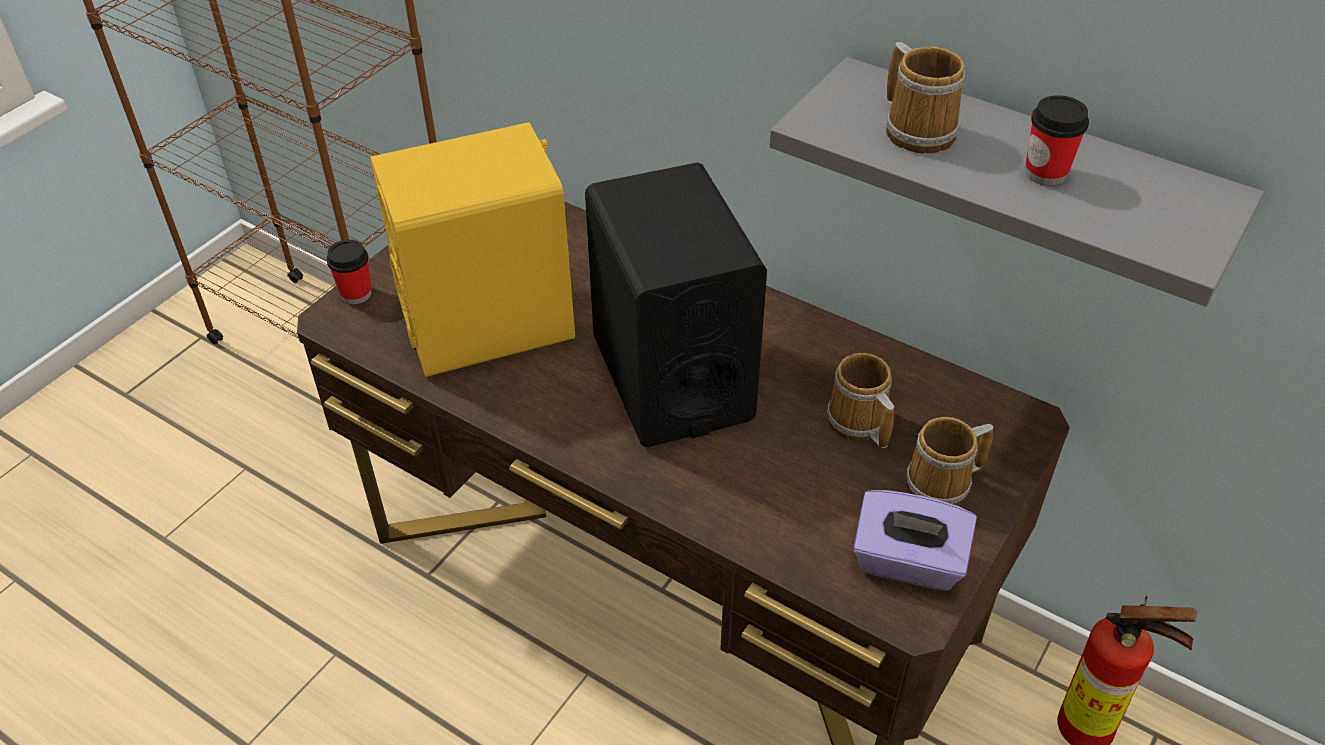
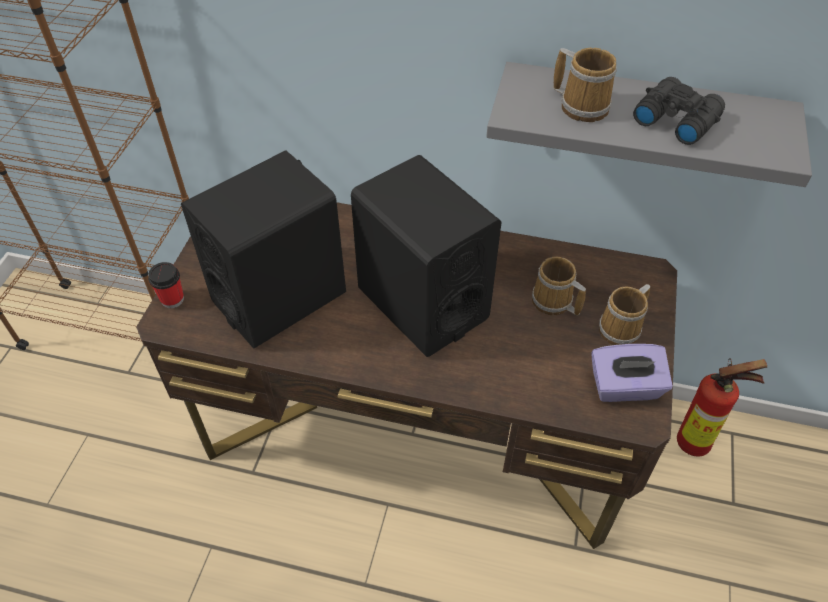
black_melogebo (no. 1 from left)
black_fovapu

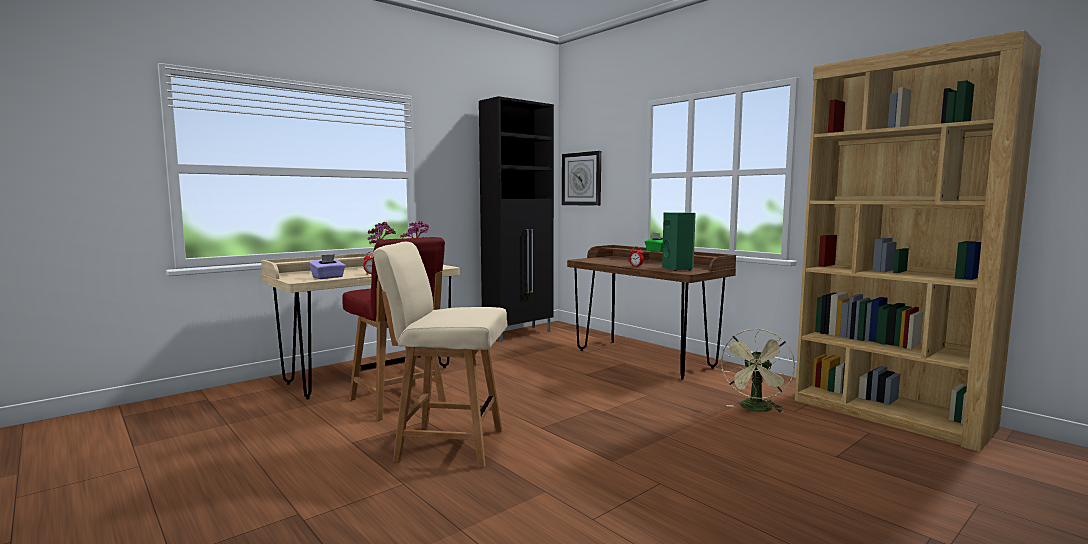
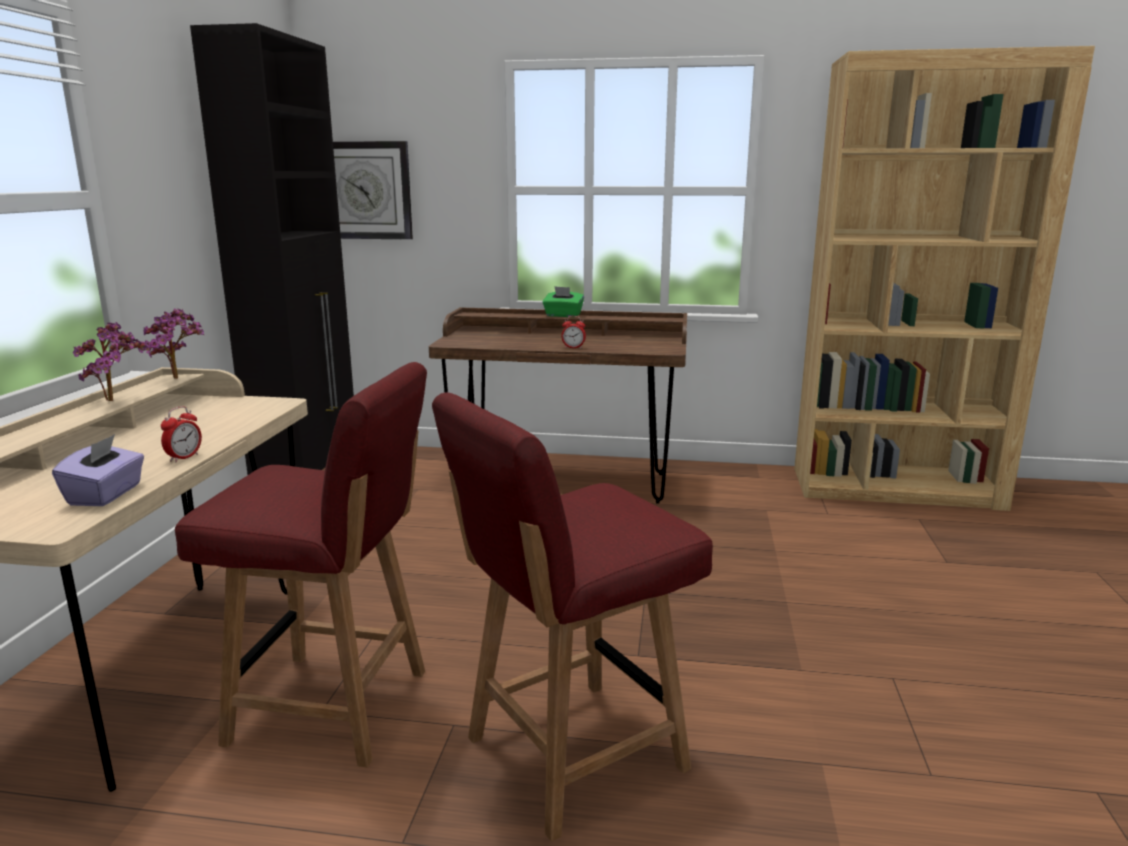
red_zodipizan (no. 2 from left)
green_melogebo
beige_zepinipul

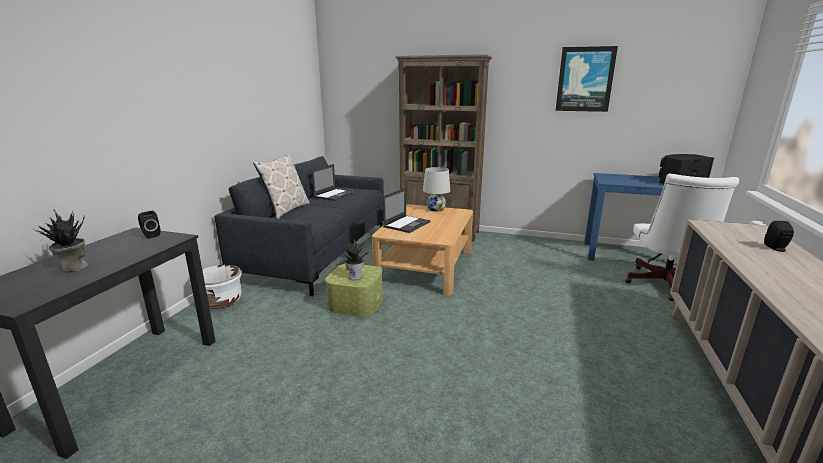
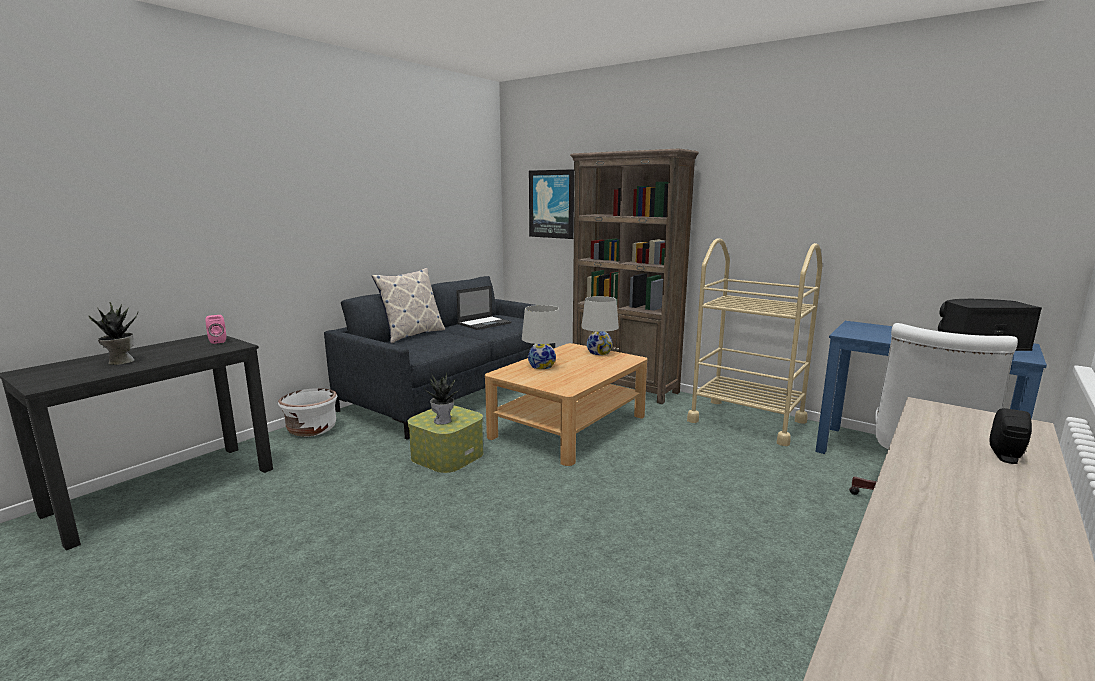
pink_melogebo
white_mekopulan (no. 1 from left)
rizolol
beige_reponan

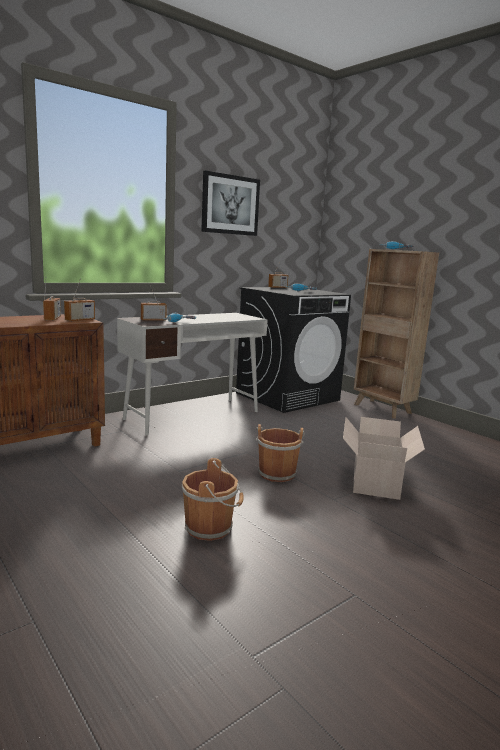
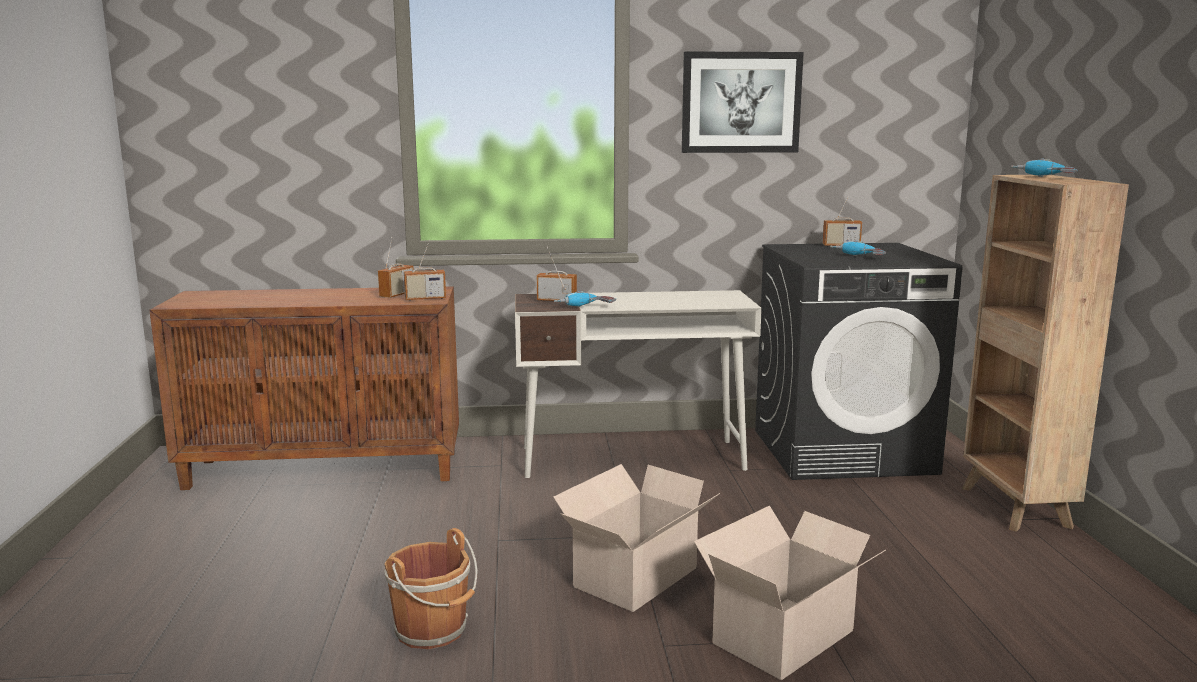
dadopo (no. 1 from left)

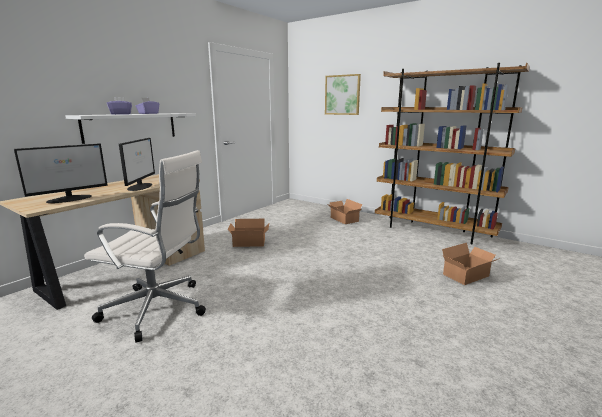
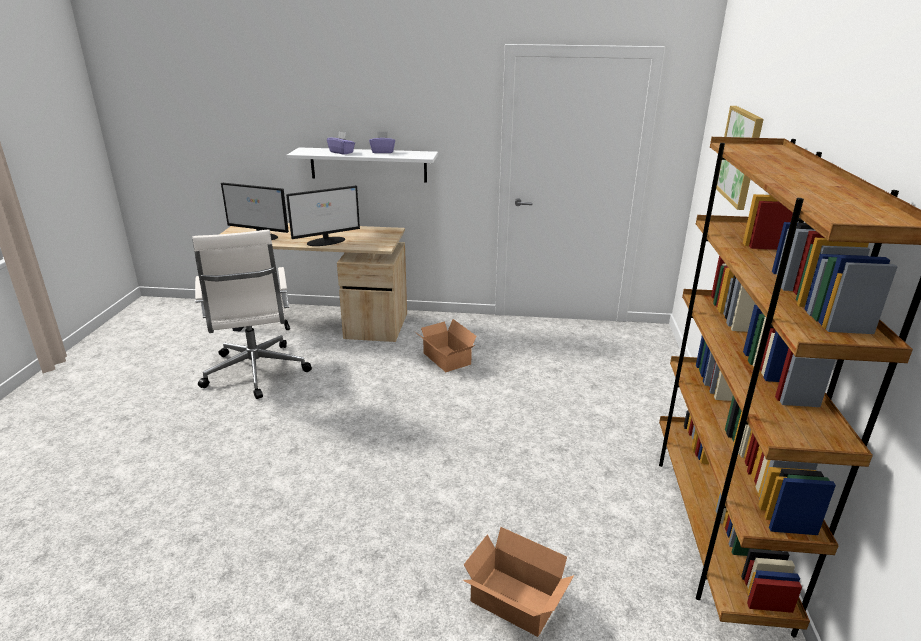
dadopo (no. 2 from left in the first image)

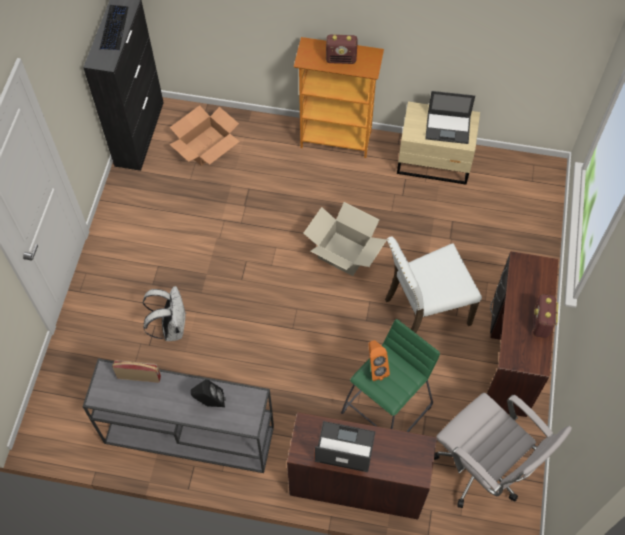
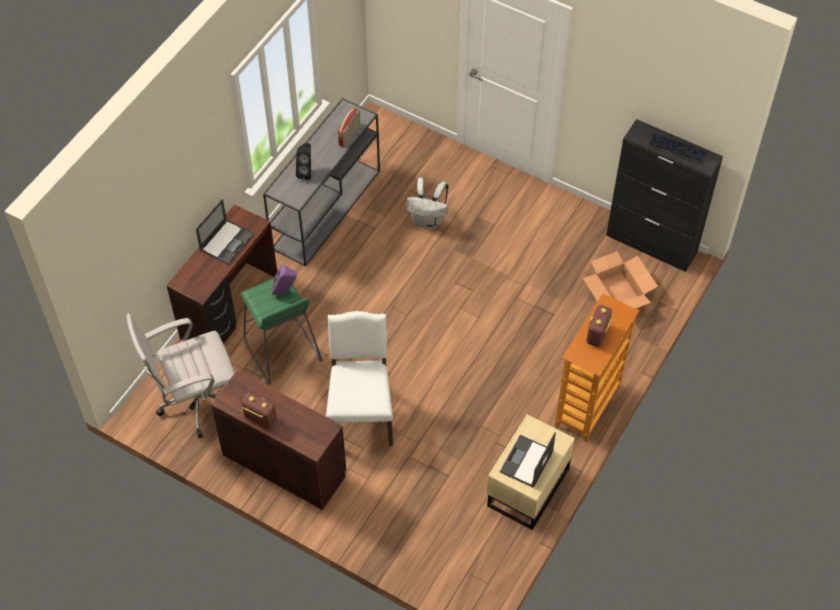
dadopo (no. 2 from left in the first image)
purple_melogebo

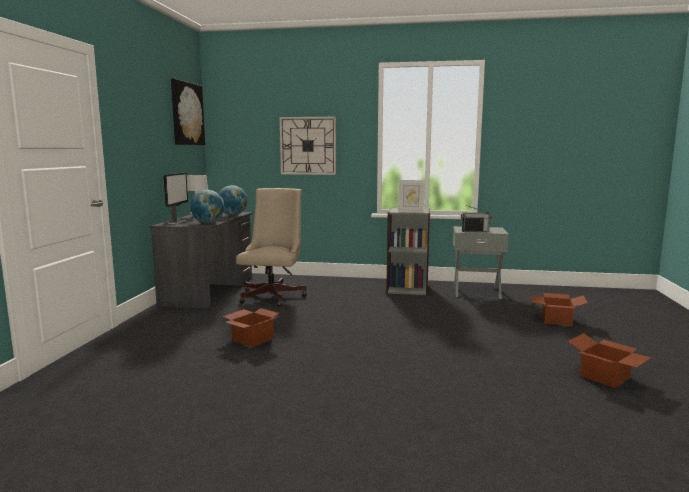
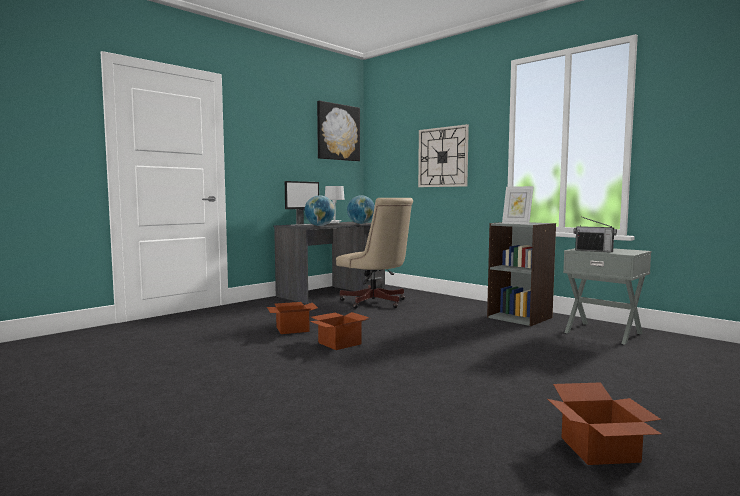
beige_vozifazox
dadopo (no. 2 from left)

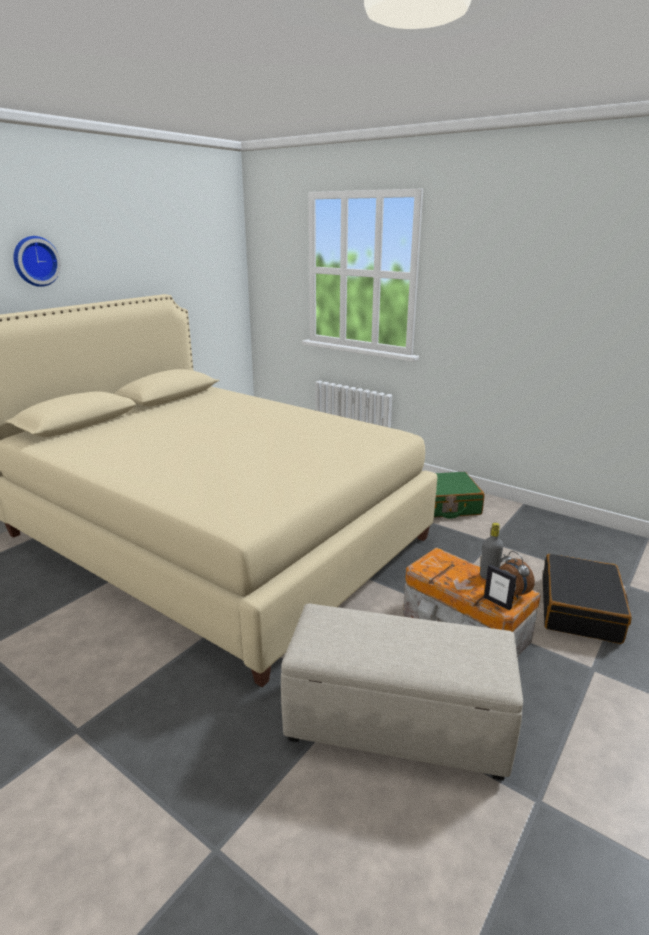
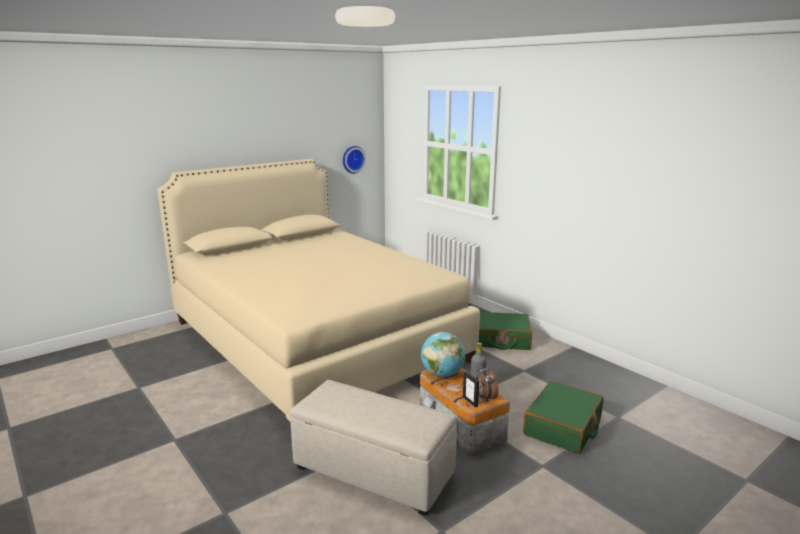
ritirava
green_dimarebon (no. 2 from left)
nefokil

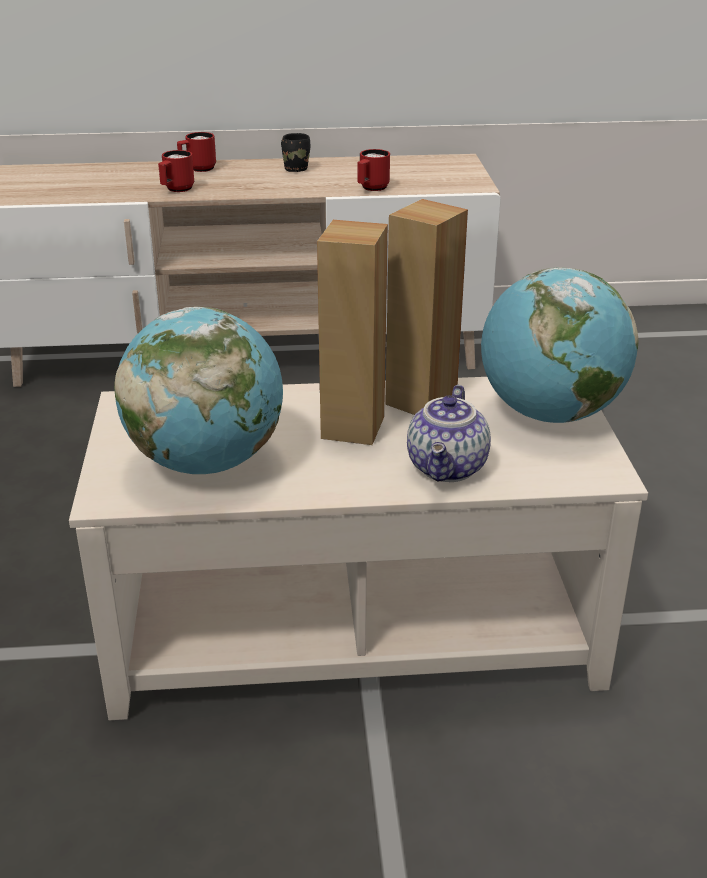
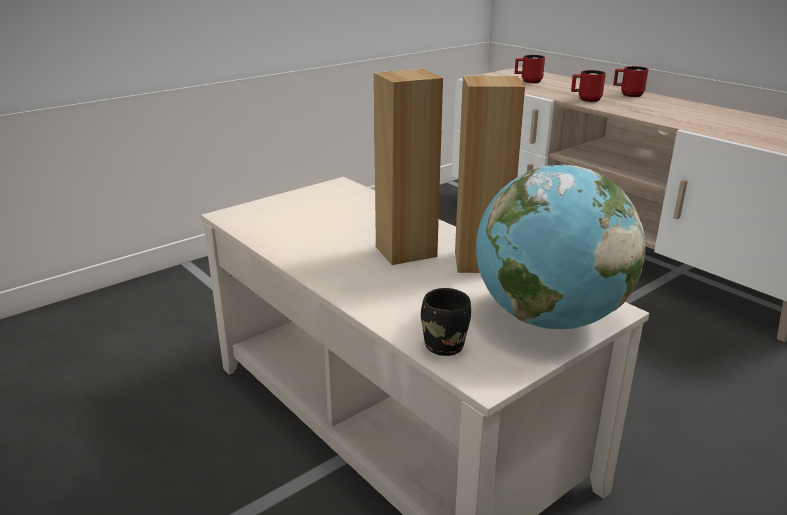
nefokil (no. 1 from left in the first image)
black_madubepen
red_madubepen (no. 1 from left)
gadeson

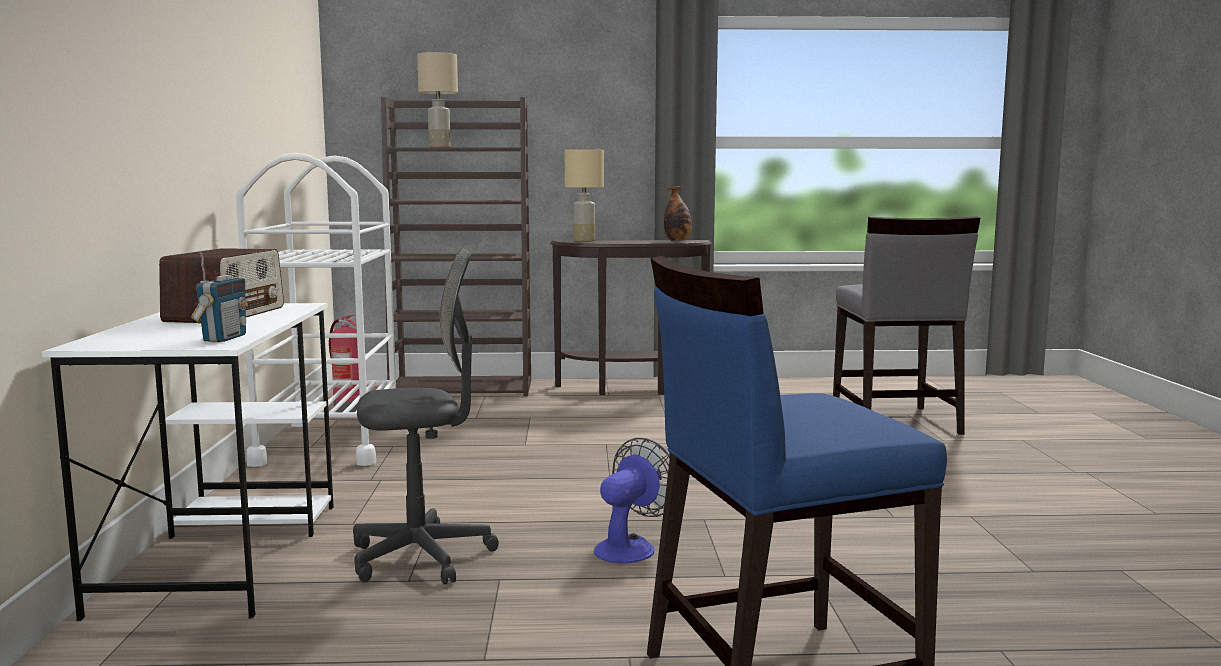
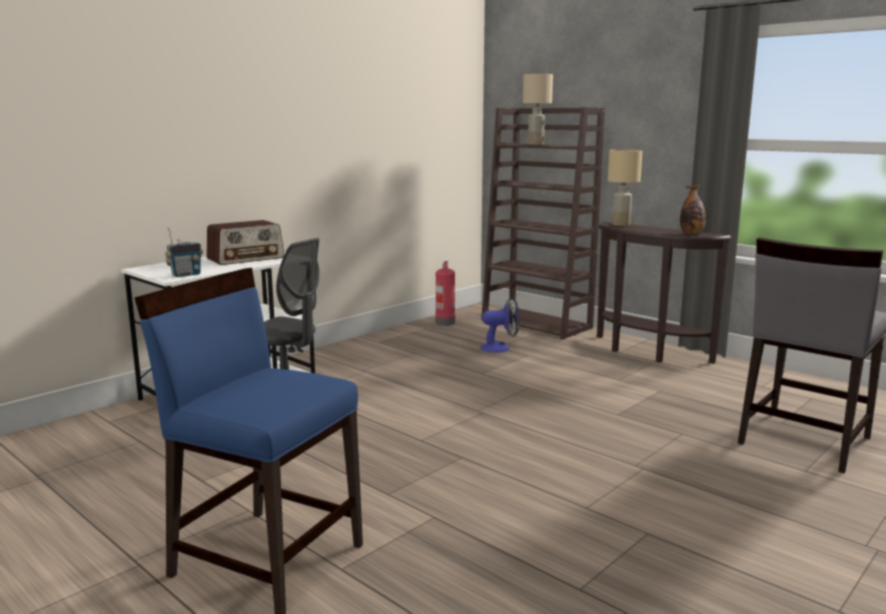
white_reponan
zepinipul

